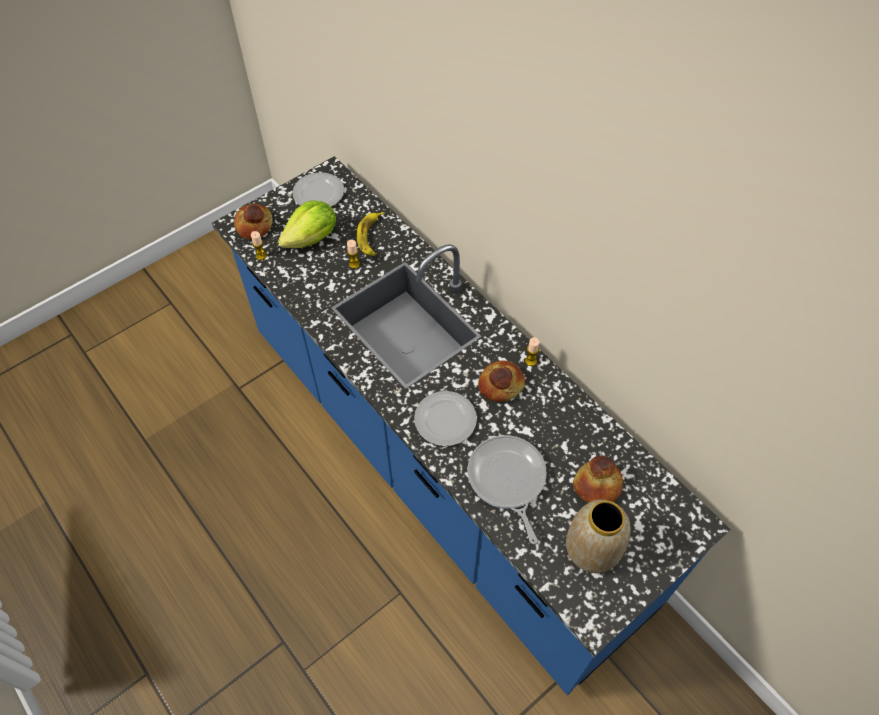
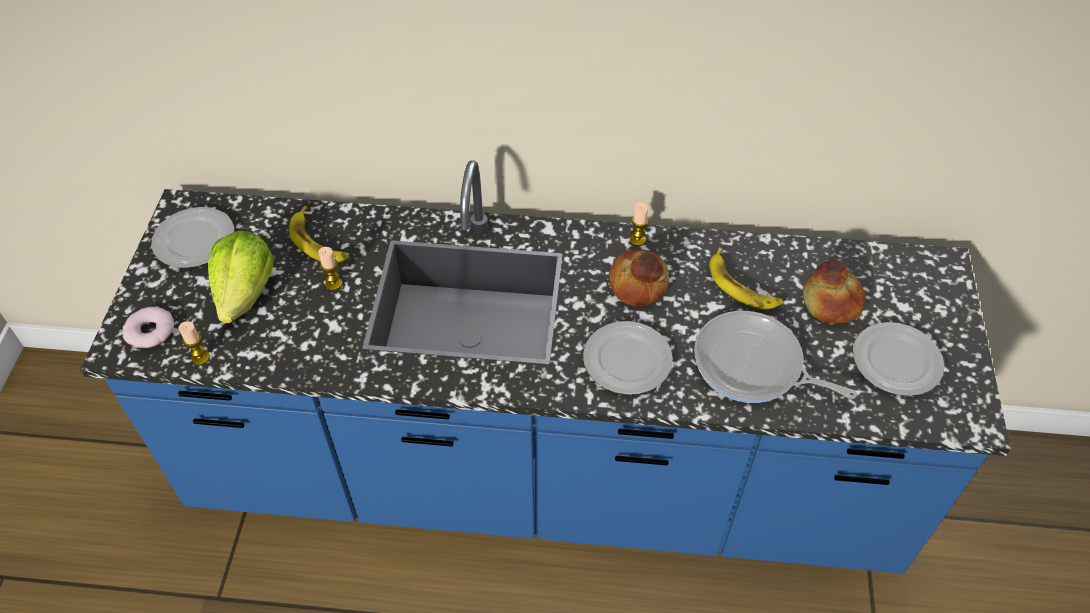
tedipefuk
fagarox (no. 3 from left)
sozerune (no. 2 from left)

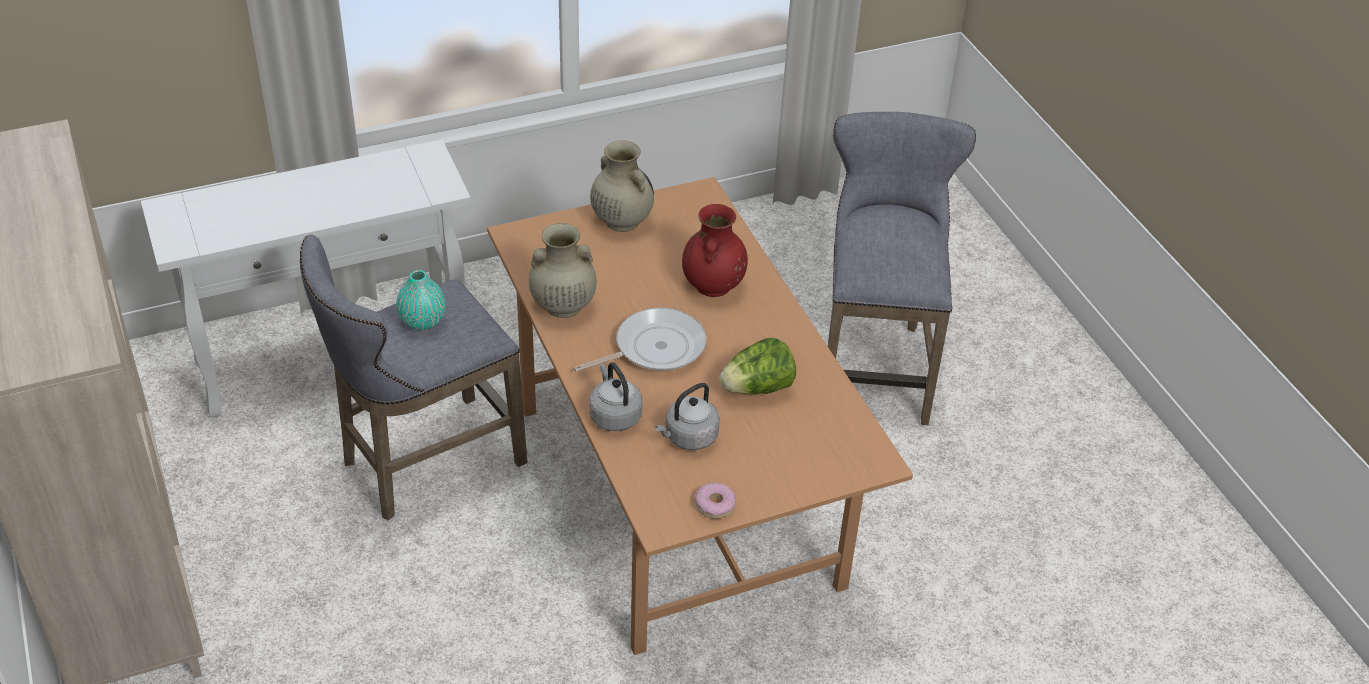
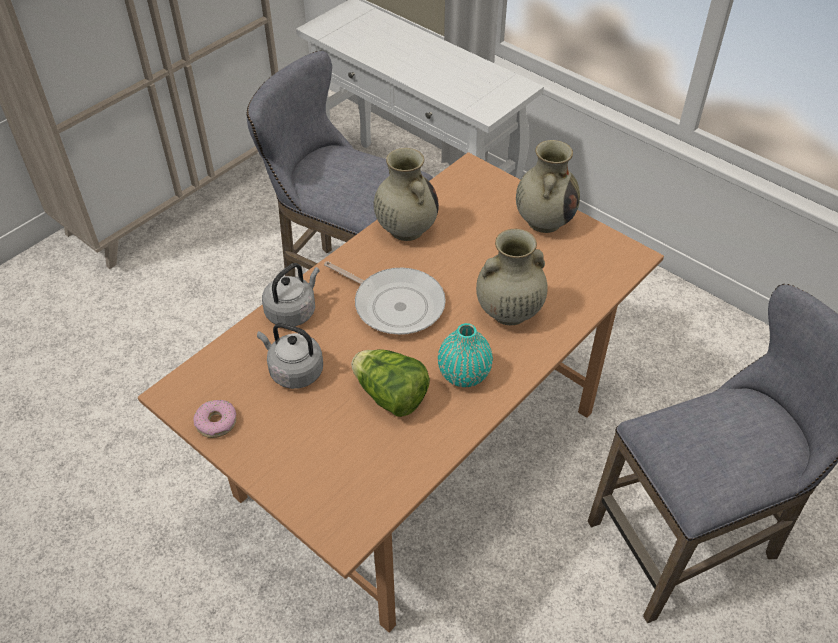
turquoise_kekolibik
beige_kekolibik (no. 2 from left)

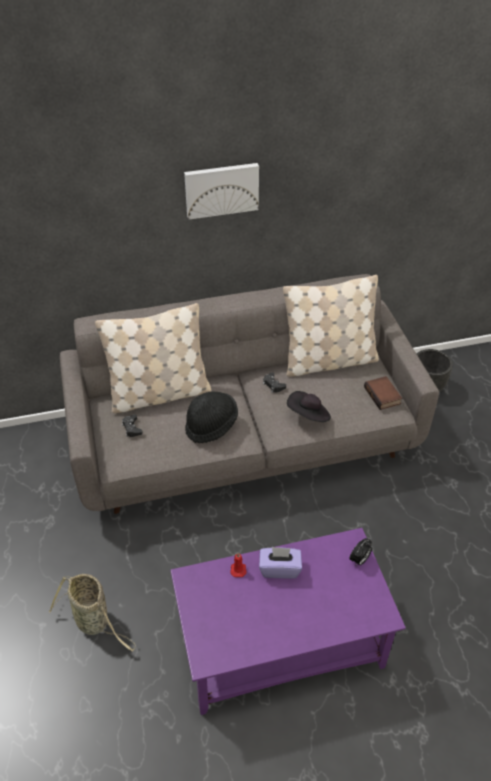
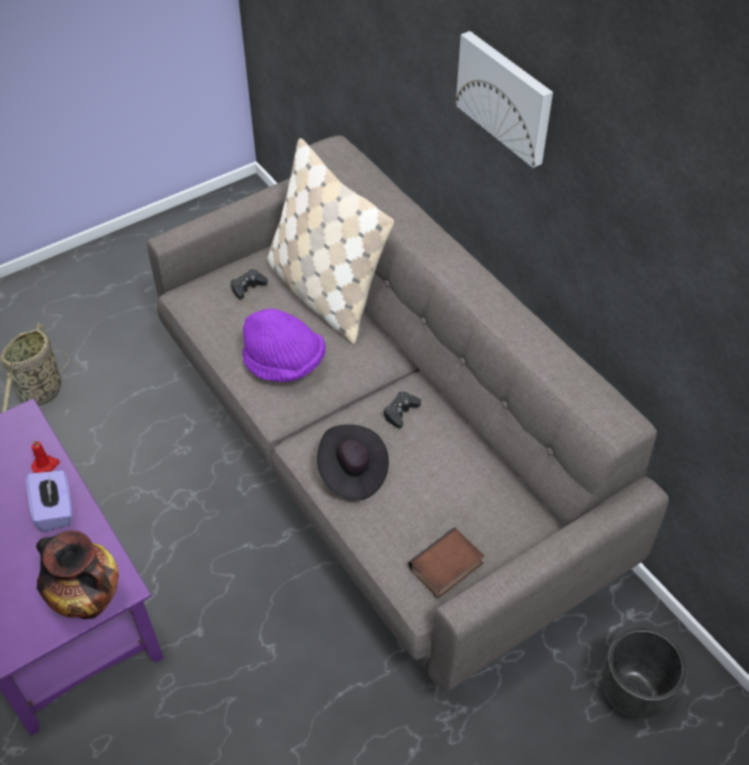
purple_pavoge
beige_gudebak (no. 2 from left in the first image)
kekolibik

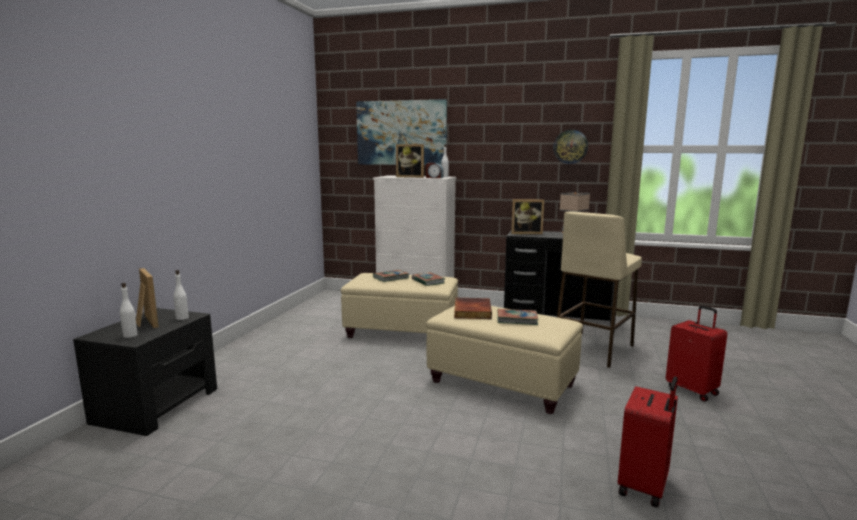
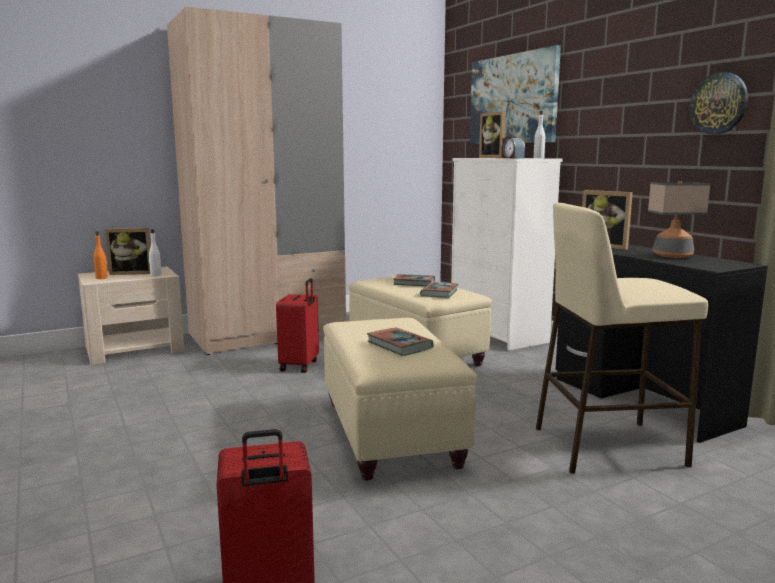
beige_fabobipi
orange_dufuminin
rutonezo (no. 1 from left)
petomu (no. 3 from left in the first image)
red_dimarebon (no. 2 from left)
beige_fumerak

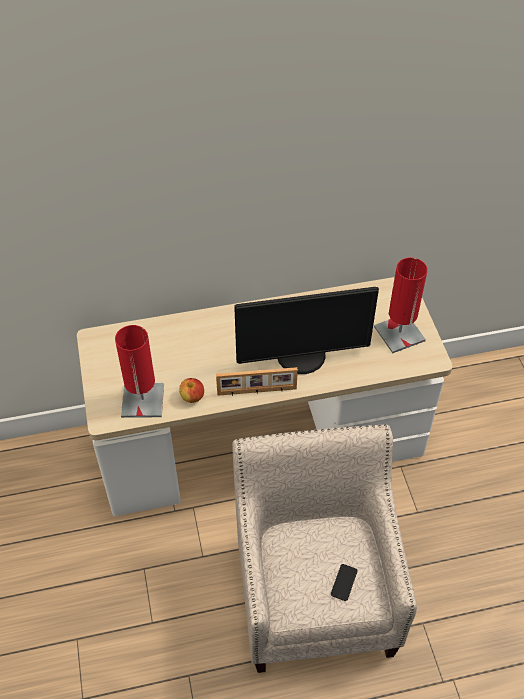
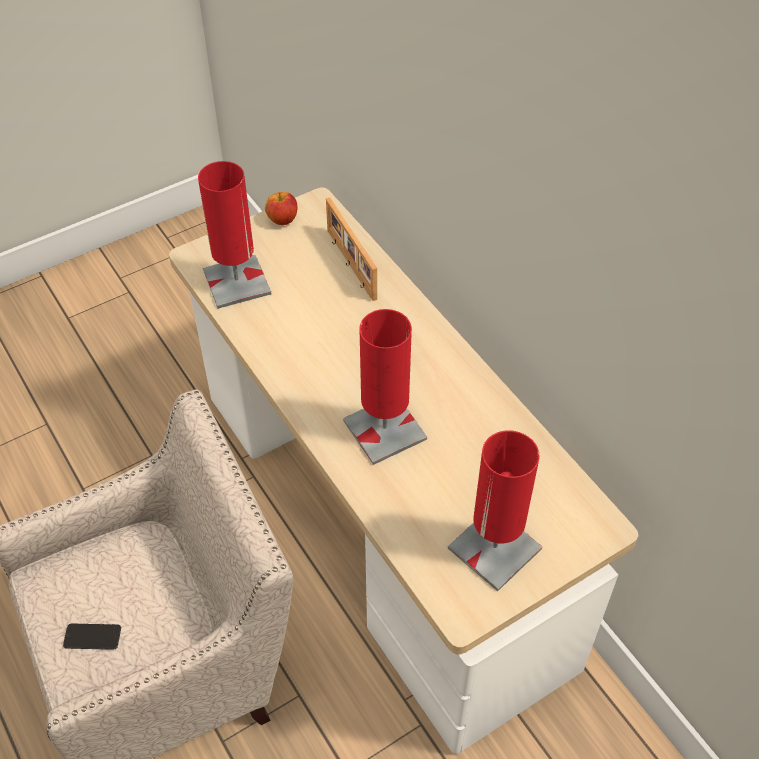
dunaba
rutonezo
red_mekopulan (no. 2 from left)

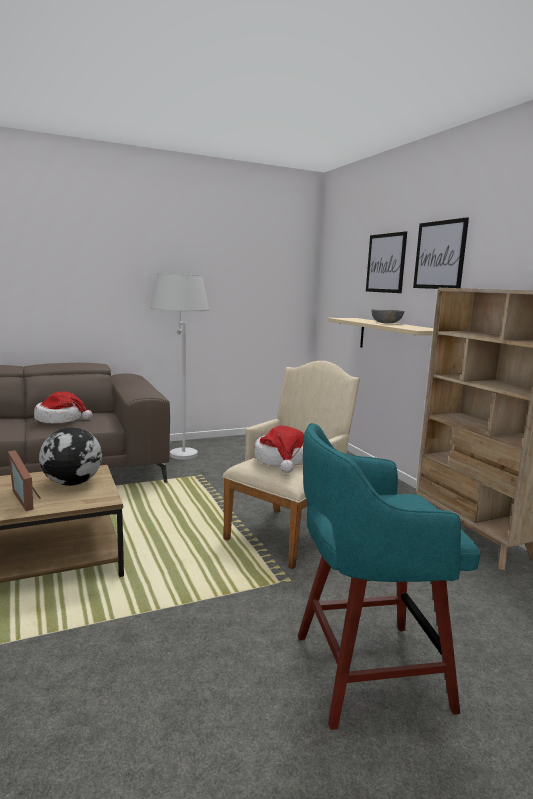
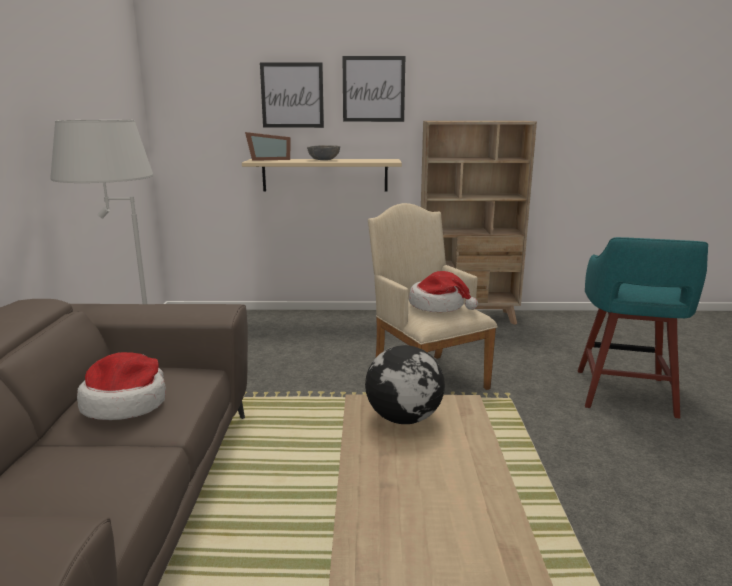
rutonezo

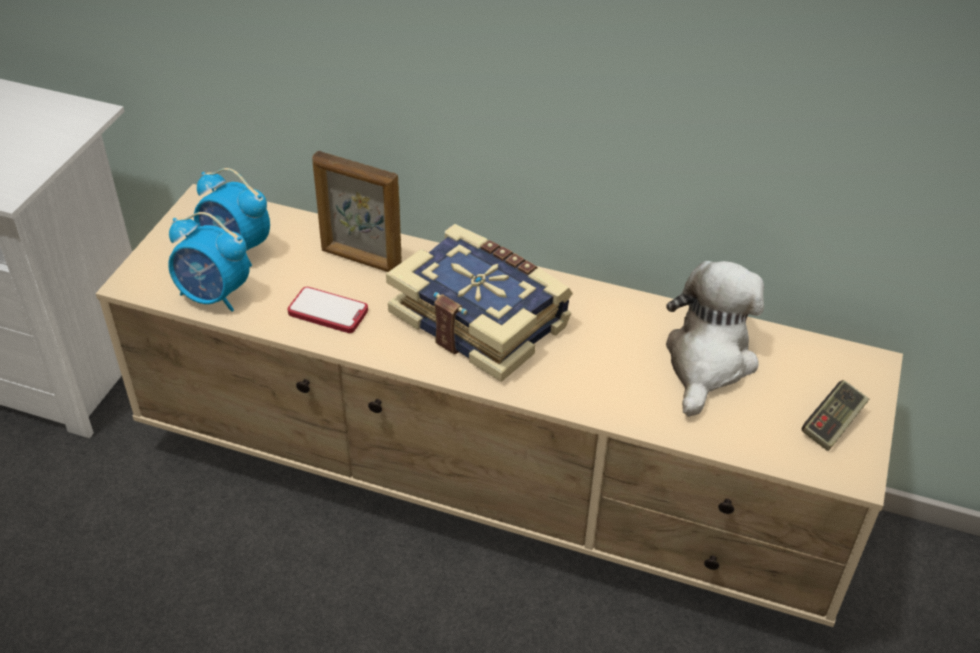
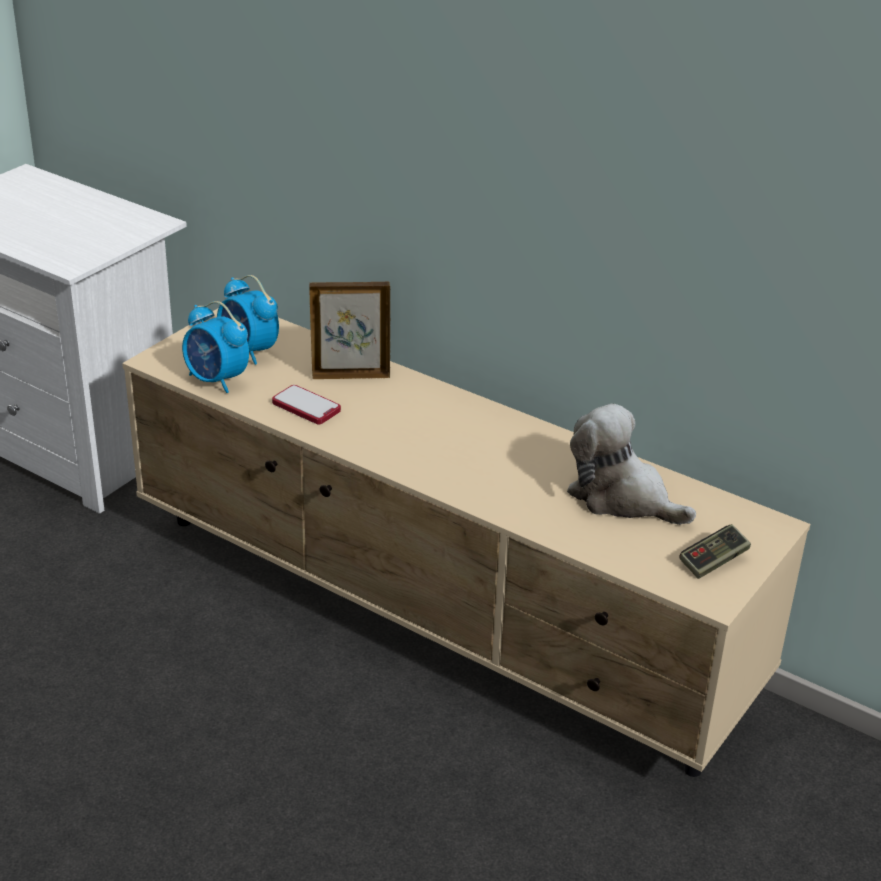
rutonezo
petomu
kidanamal

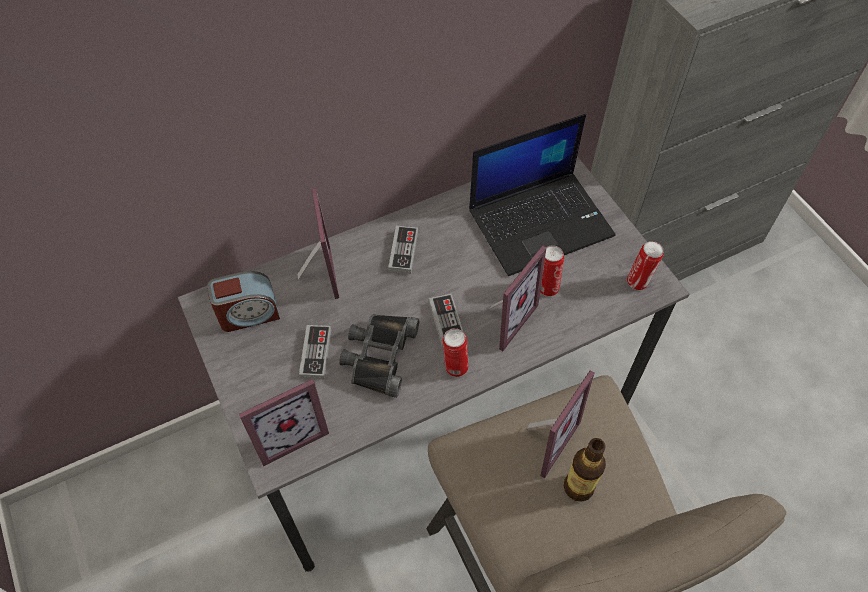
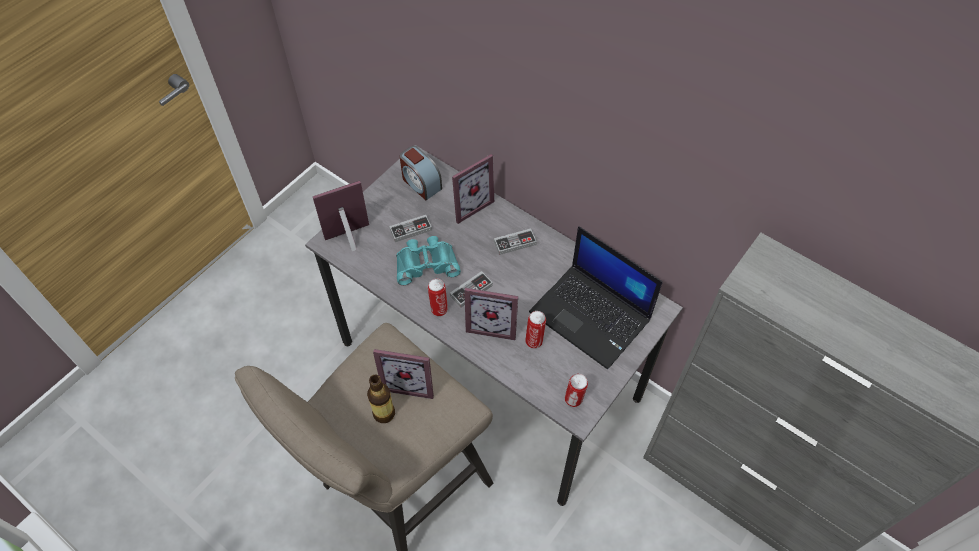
rutonezo (no. 1 from left)
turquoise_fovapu

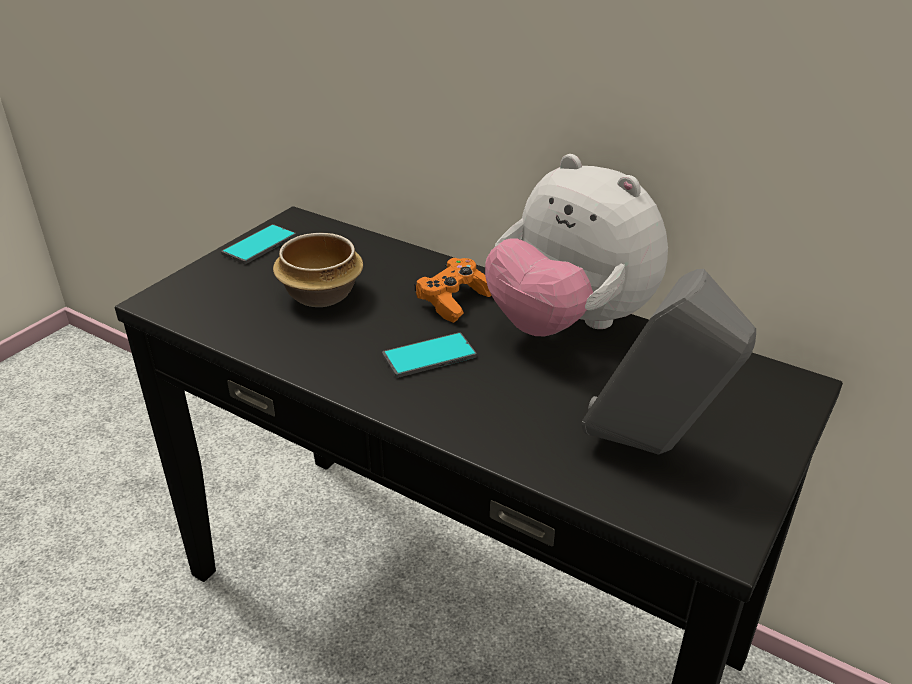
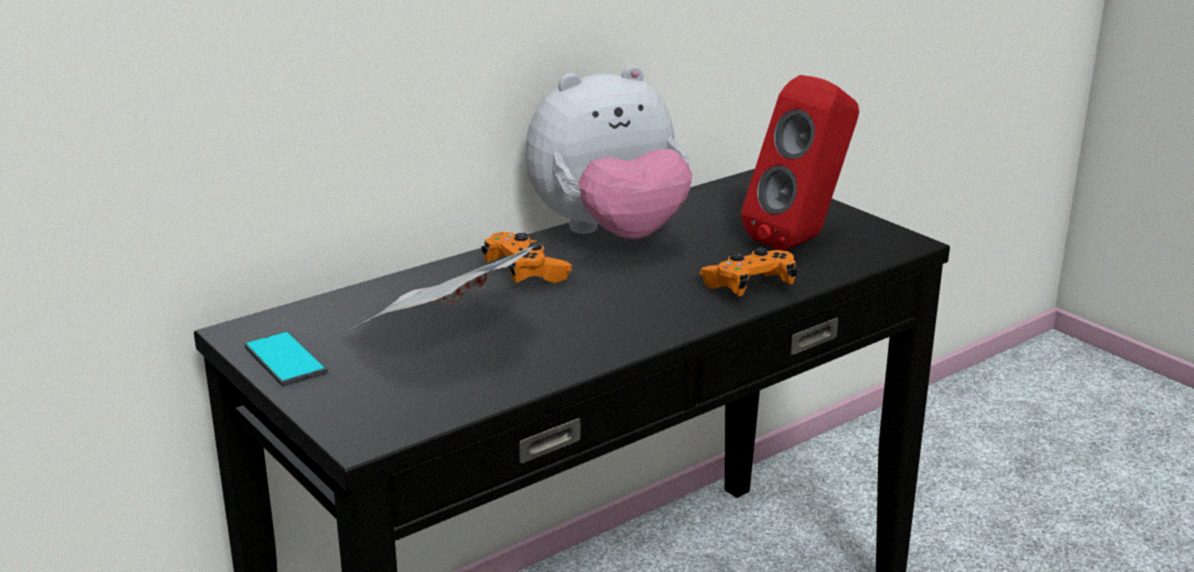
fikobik
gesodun (no. 2 from left in the first image)
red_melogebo
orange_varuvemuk (no. 2 from left)

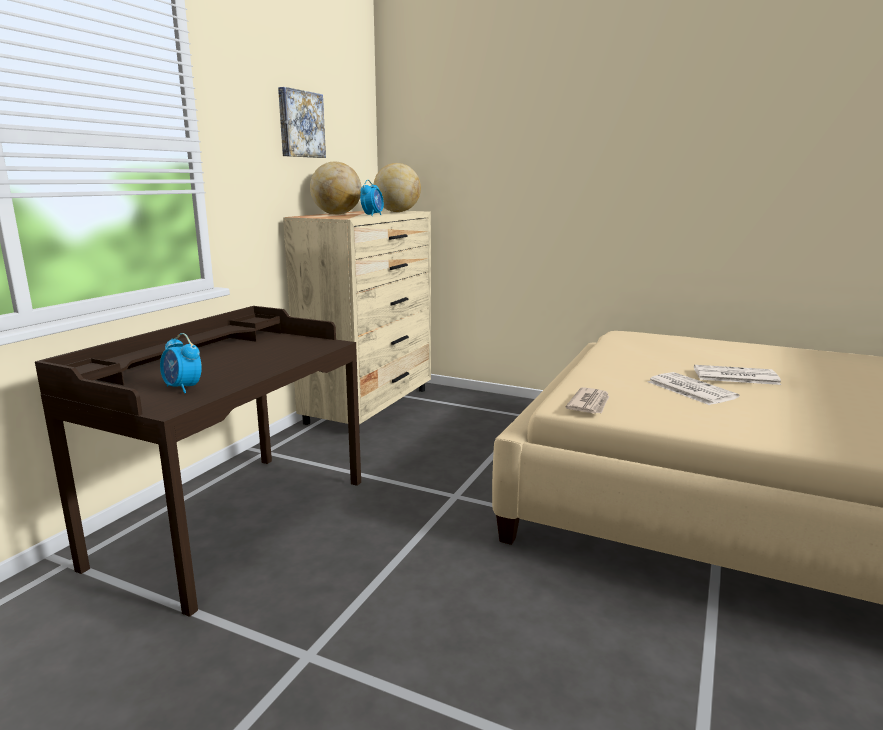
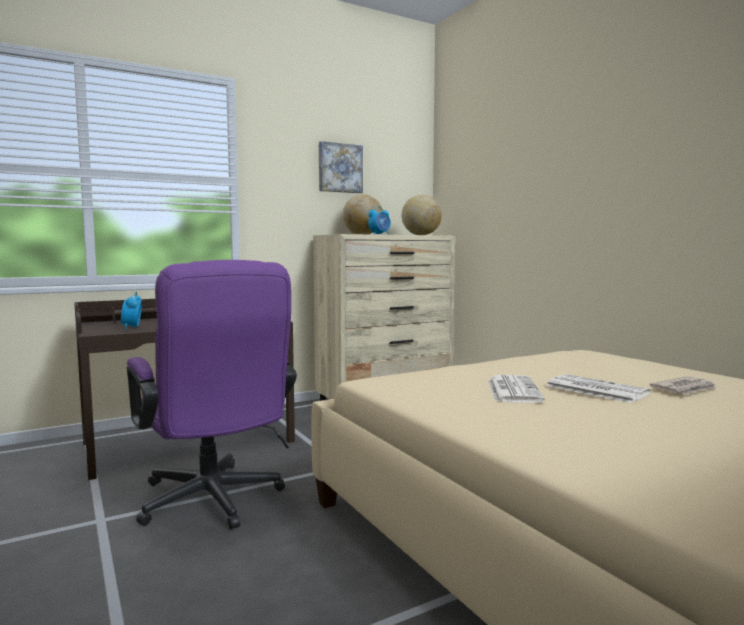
fikobik (no. 3 from left)
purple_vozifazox

